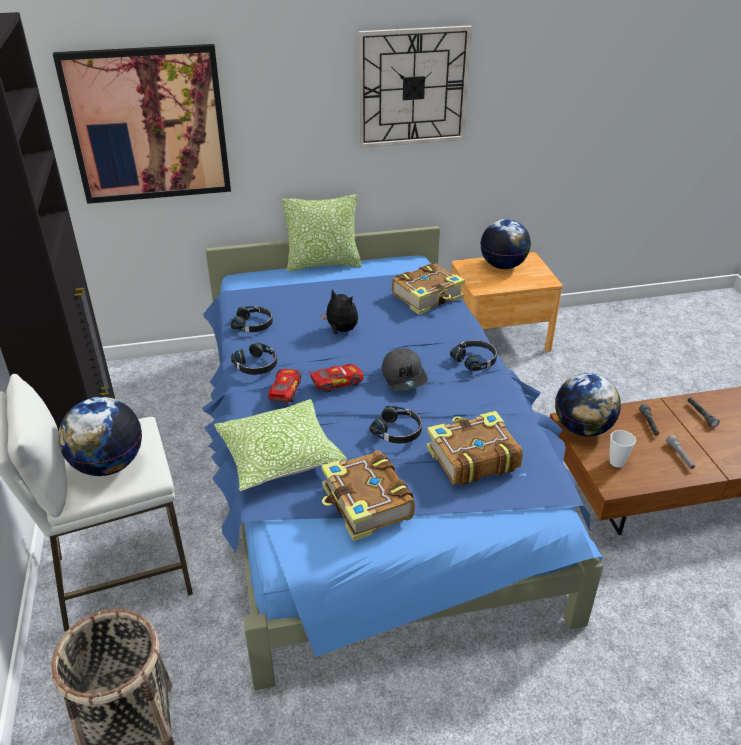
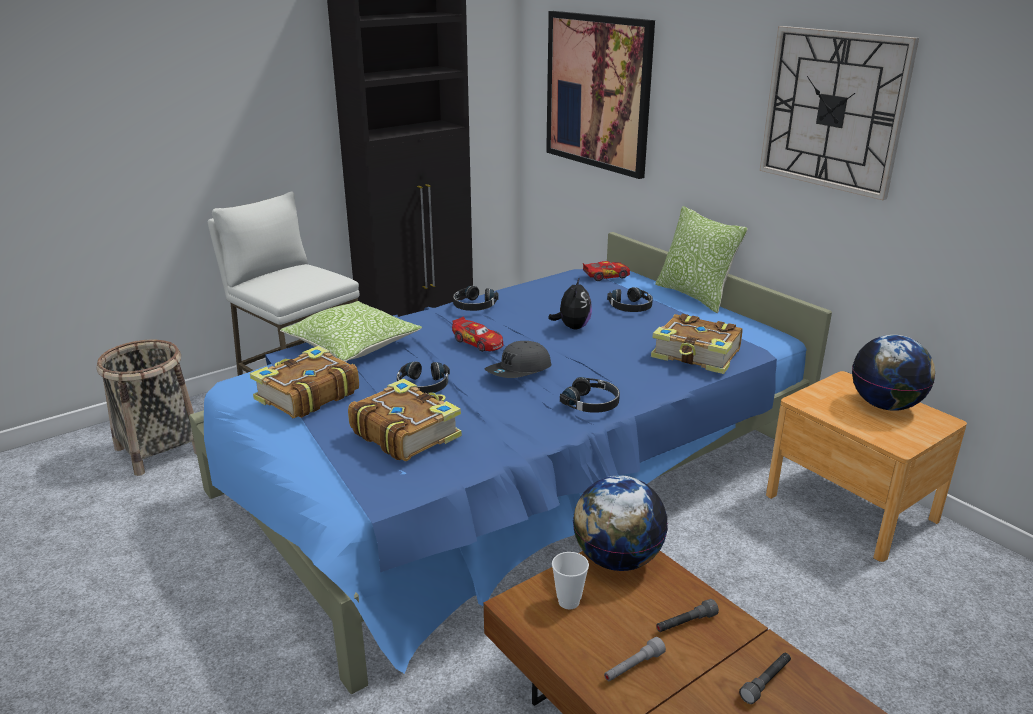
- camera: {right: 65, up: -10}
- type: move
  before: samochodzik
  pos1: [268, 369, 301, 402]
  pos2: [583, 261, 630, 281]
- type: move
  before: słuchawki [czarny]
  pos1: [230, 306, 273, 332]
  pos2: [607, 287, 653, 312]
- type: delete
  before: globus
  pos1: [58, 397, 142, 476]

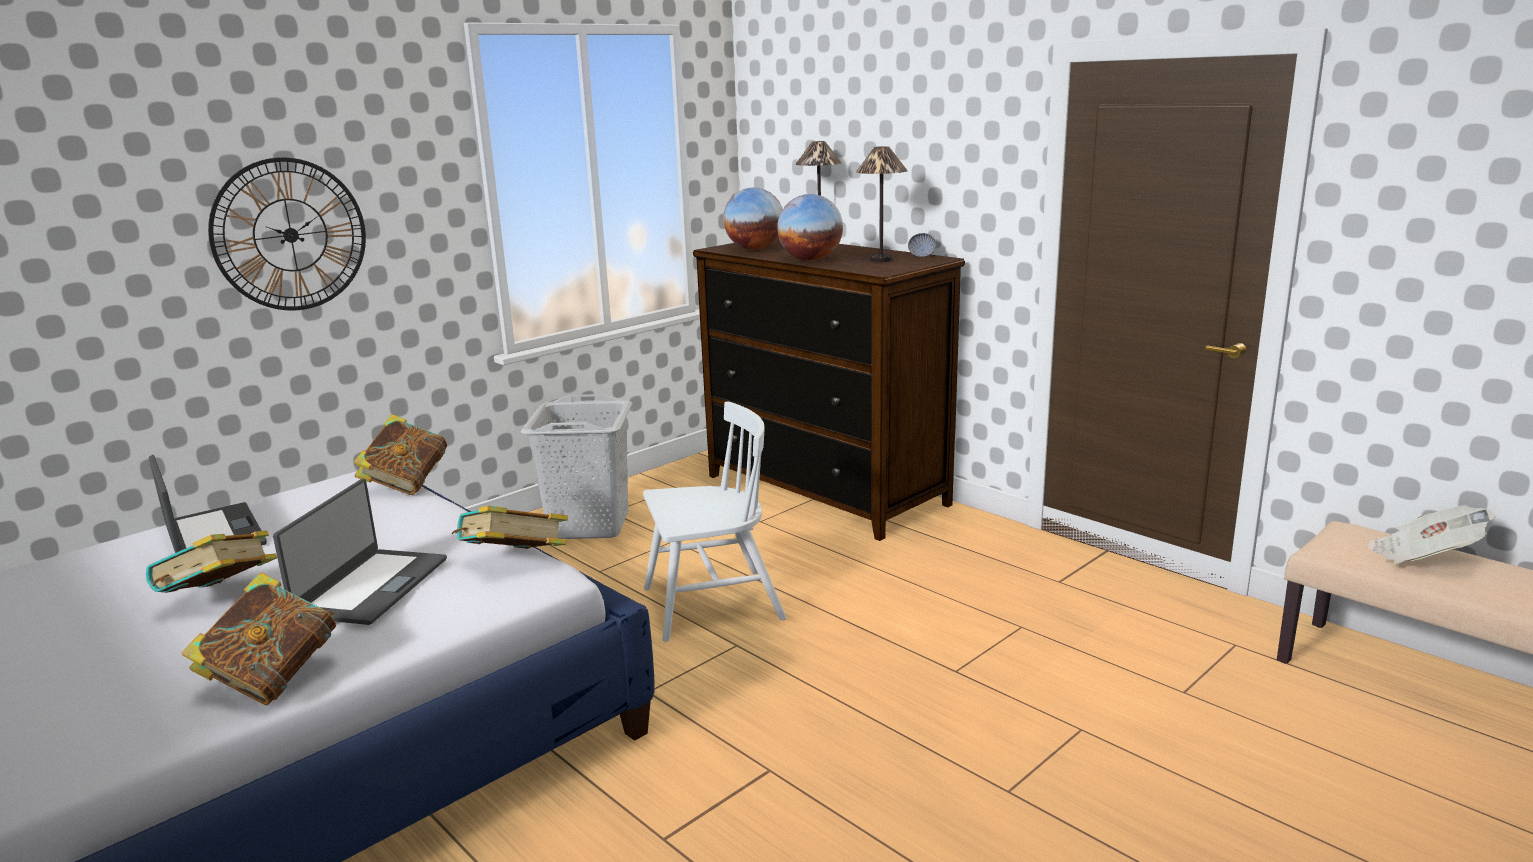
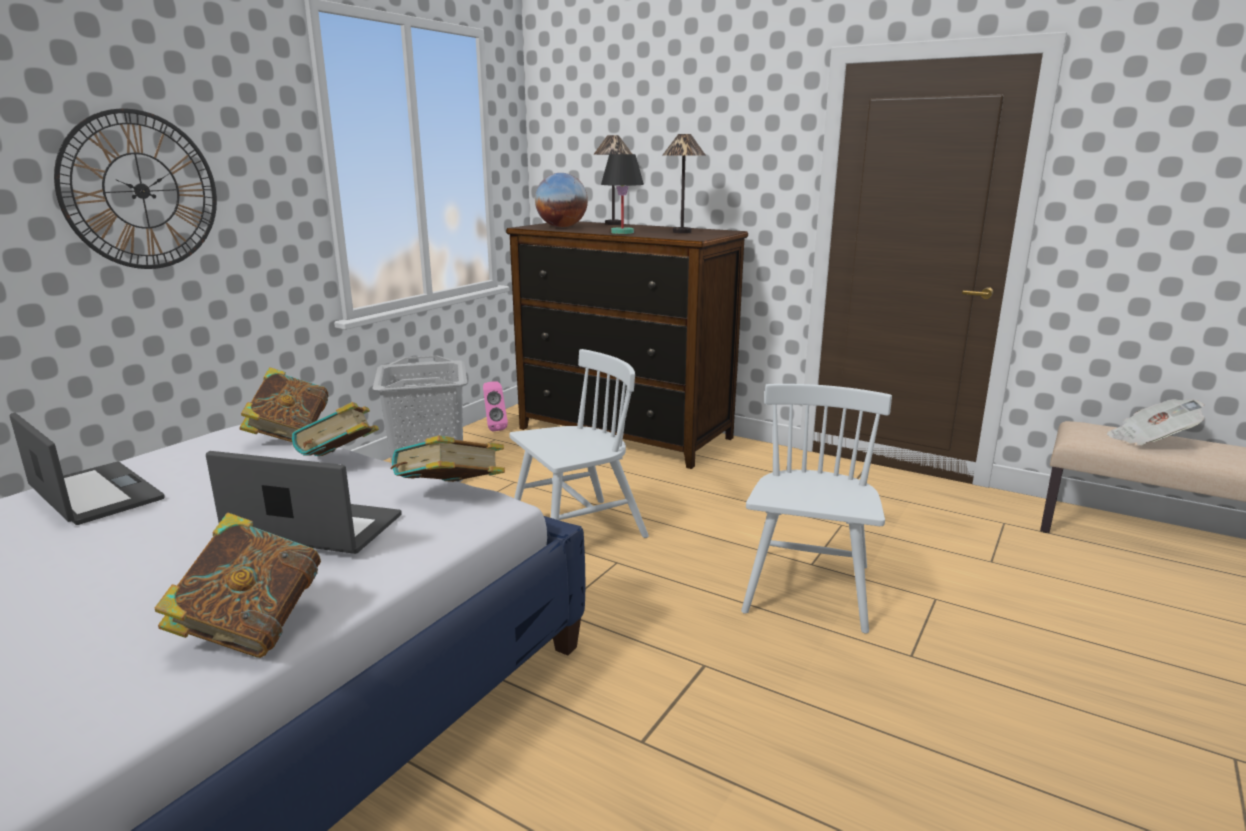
- camera: {right: -15, up: 0}
- type: rotate
  before: laptop
  pos1: [273, 479, 447, 625]
  pos2: [206, 451, 401, 554]
  turn: -75
- type: move
  before: książka
  pos1: [146, 531, 277, 593]
  pos2: [292, 402, 379, 456]
- type: insert
  after: głośnik [różowy]
  pos2: [483, 381, 508, 432]
- type: replace
  before: globus
  after: lampa stołowa [czarny]
  pos1: [777, 194, 843, 261]
  pos2: [601, 154, 644, 234]
- type: insert
  after: krzesło [biały]
  pos2: [741, 384, 892, 634]
- type: delete
  before: miska
  pos1: [908, 233, 936, 257]

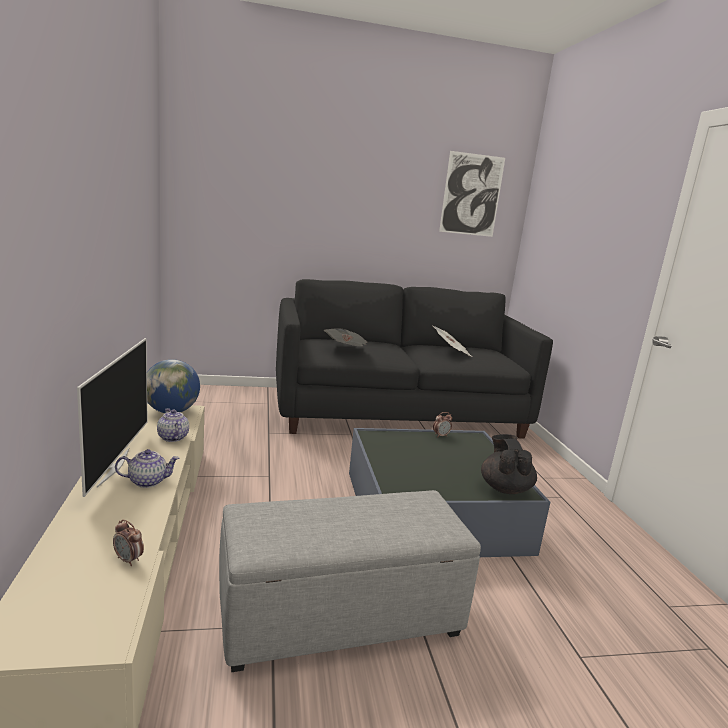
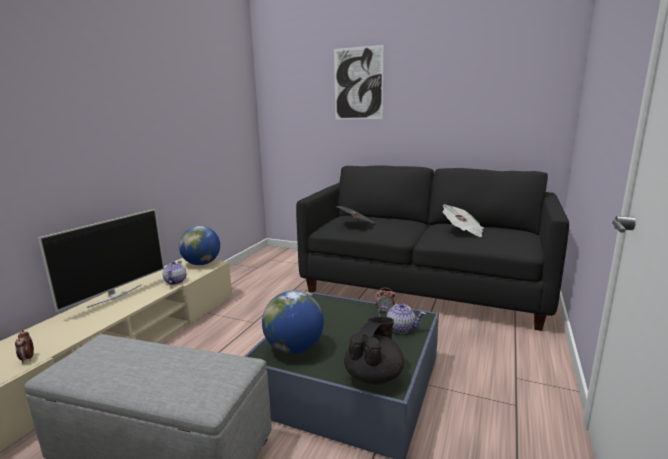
- camera: {right: 35, up: 0}
- type: insert
  after: globus
  pos2: [262, 291, 324, 354]
- type: move
  before: obraz
  pos1: [439, 151, 505, 237]
  pos2: [334, 45, 384, 119]
- type: move
  before: imbryk
  pos1: [115, 449, 180, 488]
  pos2: [378, 303, 426, 334]

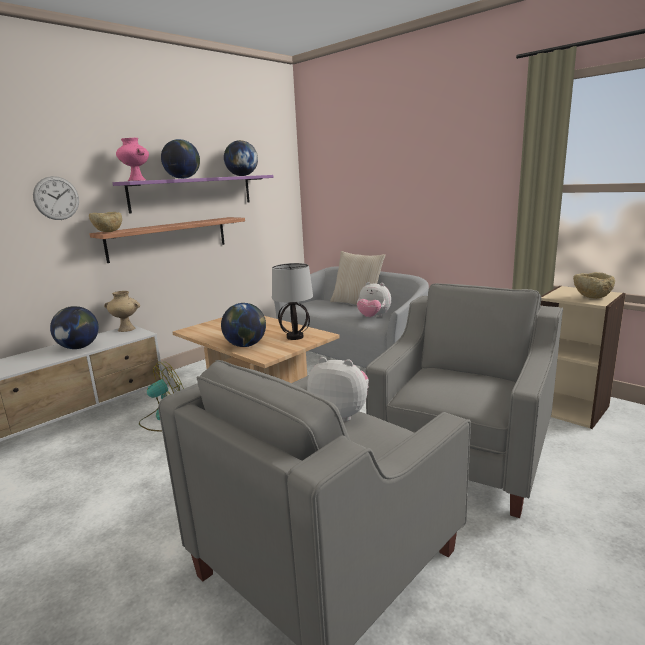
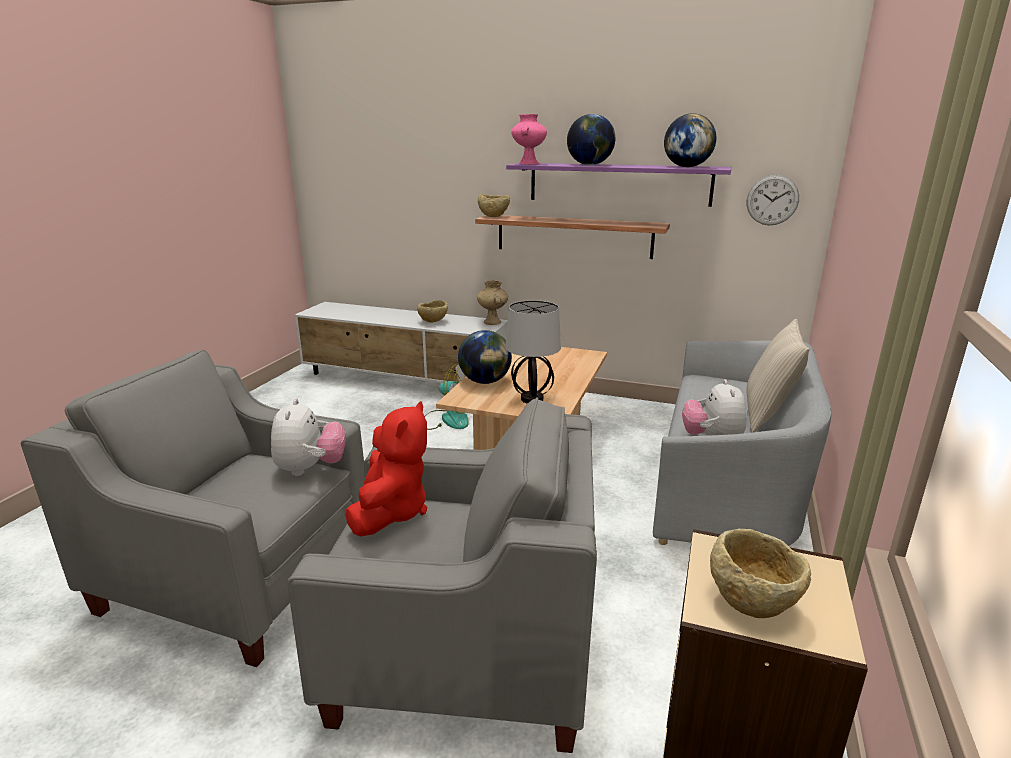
- camera: {right: 65, up: 5}
- type: insert
  after: pluszak [czerwony]
  pos2: [345, 401, 427, 537]
- type: replace
  before: globus
  after: miska [beżowy]
  pos1: [50, 306, 99, 349]
  pos2: [417, 300, 448, 323]
- type: move
  before: zegar ścienny
  pos1: [33, 176, 79, 220]
  pos2: [747, 175, 799, 225]

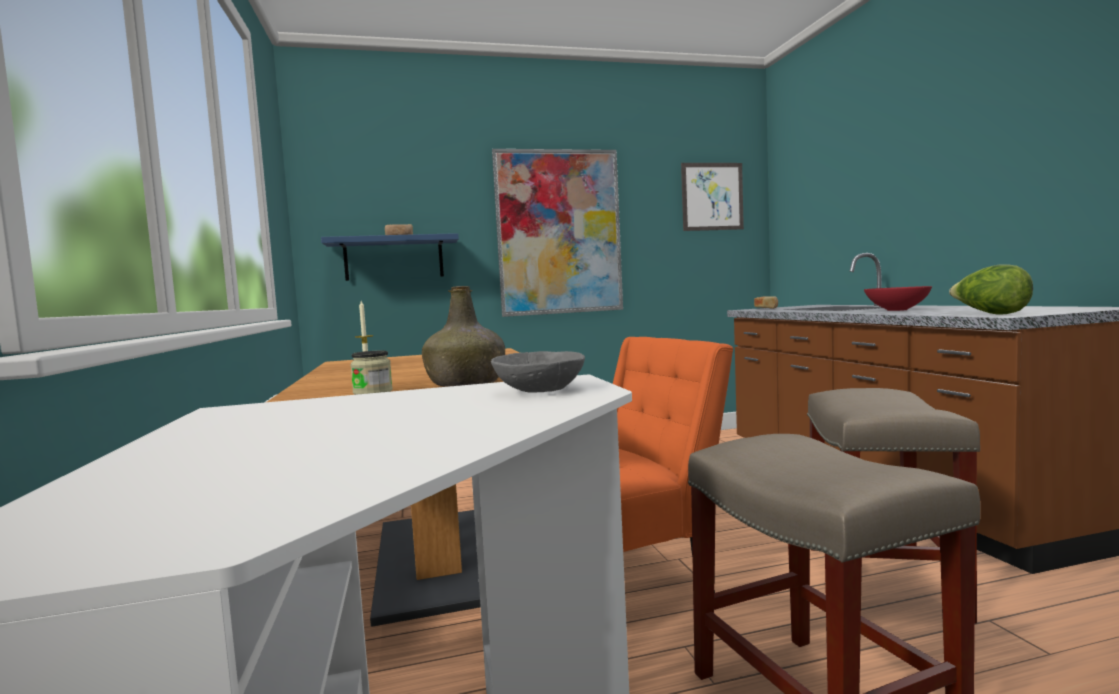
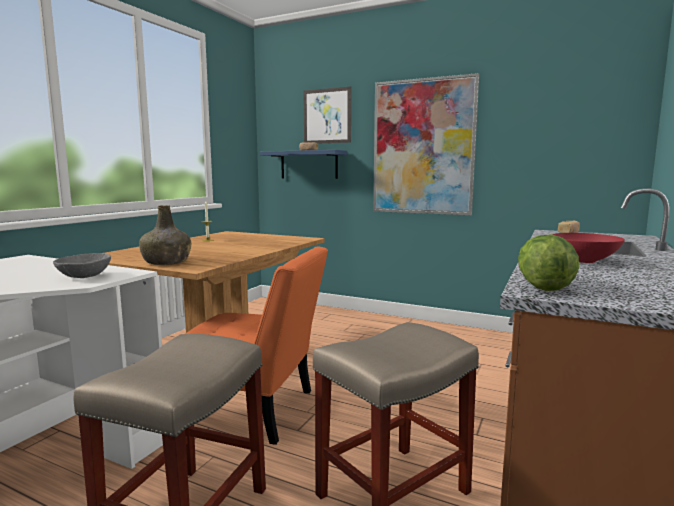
- camera: {right: 40, up: 5}
- type: move
  before: obraz
  pos1: [681, 163, 744, 231]
  pos2: [303, 86, 351, 143]
- type: delete
  before: słoik
  pos1: [350, 351, 393, 395]

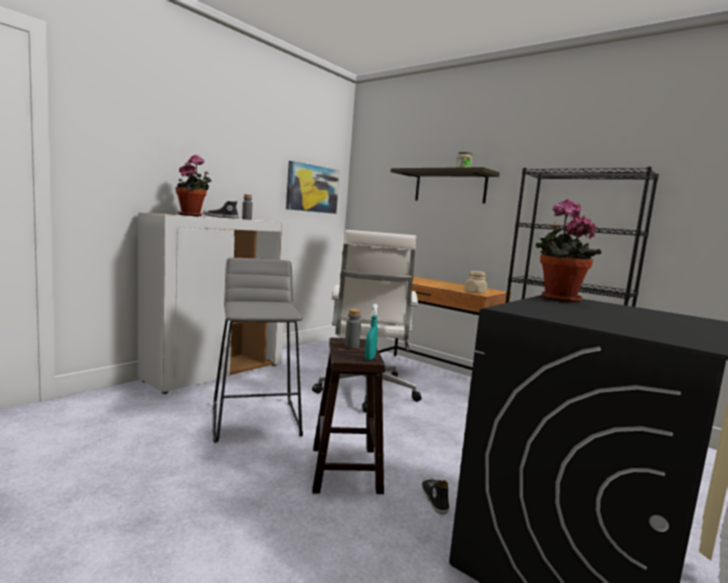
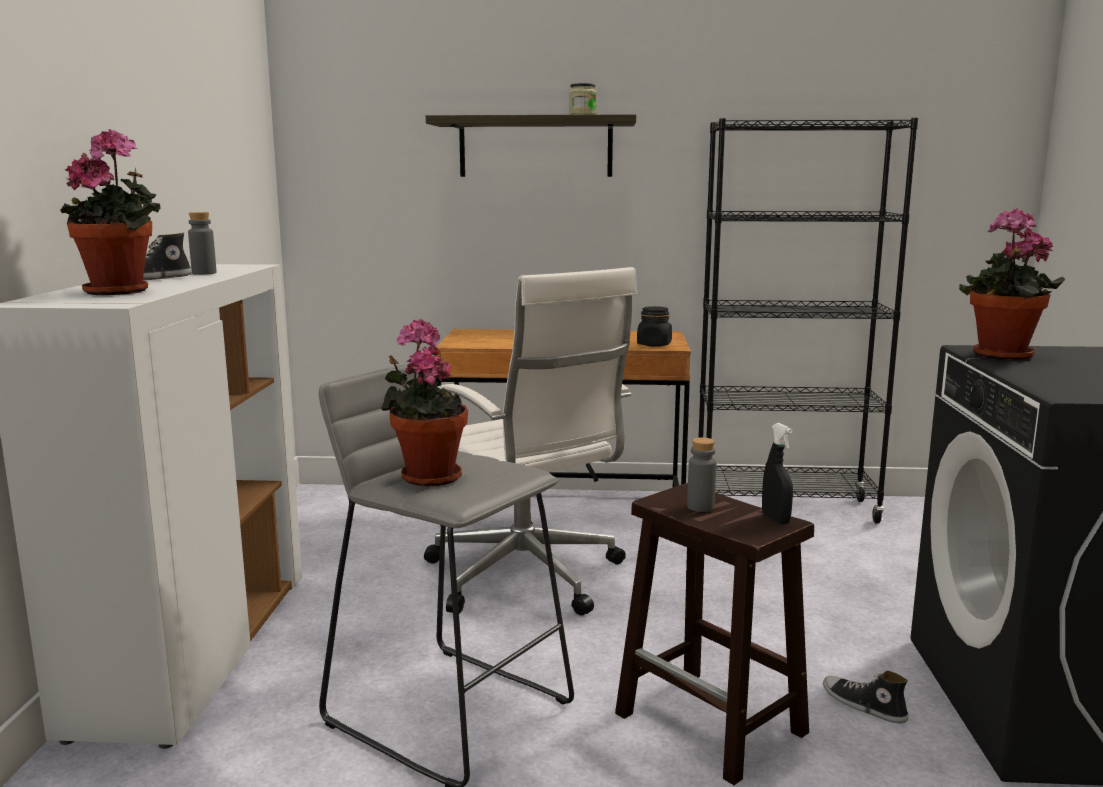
- camera: {right: -35, up: 5}
- type: insert
  after: roślina doniczkowa
  pos2: [381, 319, 468, 487]
- type: recolor
  before: słoik [beżowy]
  after: słoik [czarny]
  pos1: [465, 271, 487, 293]
  pos2: [637, 306, 672, 347]
- type: recolor
  before: spryskiwacz [turkusowy]
  after: spryskiwacz [czarny]
  pos1: [365, 304, 378, 360]
  pos2: [762, 423, 793, 524]
- type: delete
  before: obraz
  pos1: [286, 161, 339, 214]

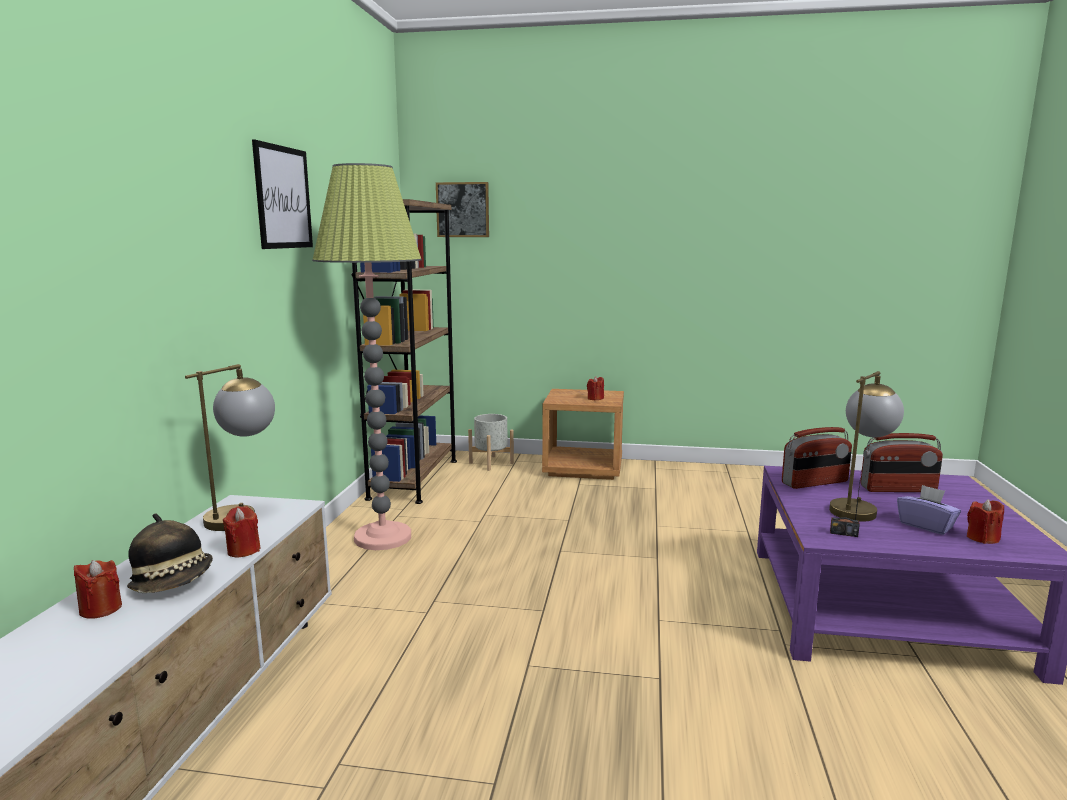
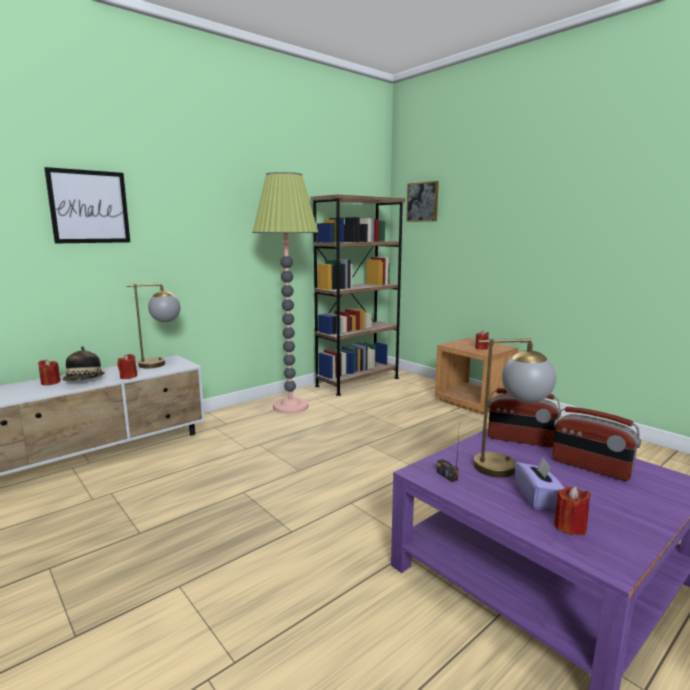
- camera: {right: 40, up: 0}
- type: move
  before: obraz
  pos1: [252, 140, 313, 249]
  pos2: [44, 167, 130, 243]
- type: delete
  before: donica [szary]
  pos1: [468, 414, 514, 471]

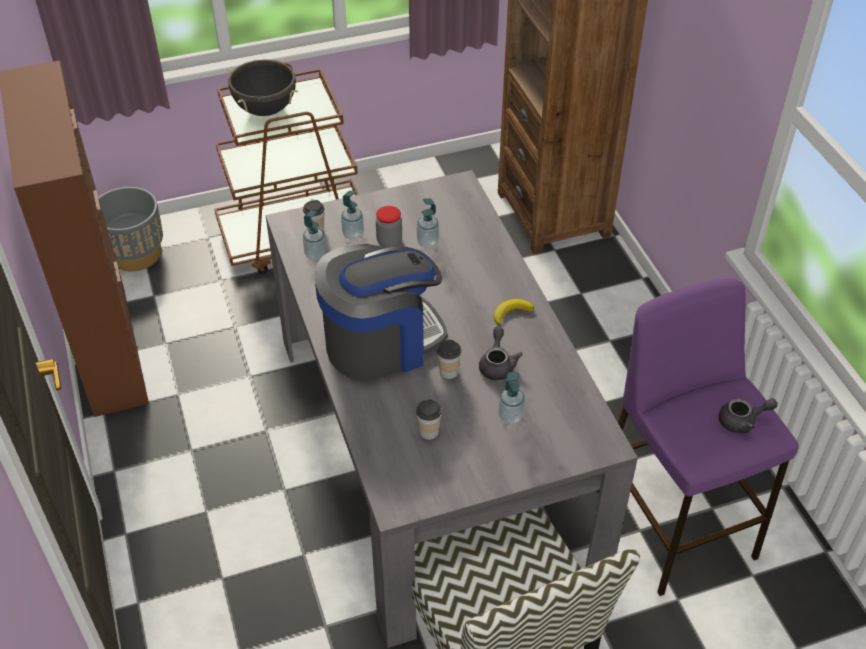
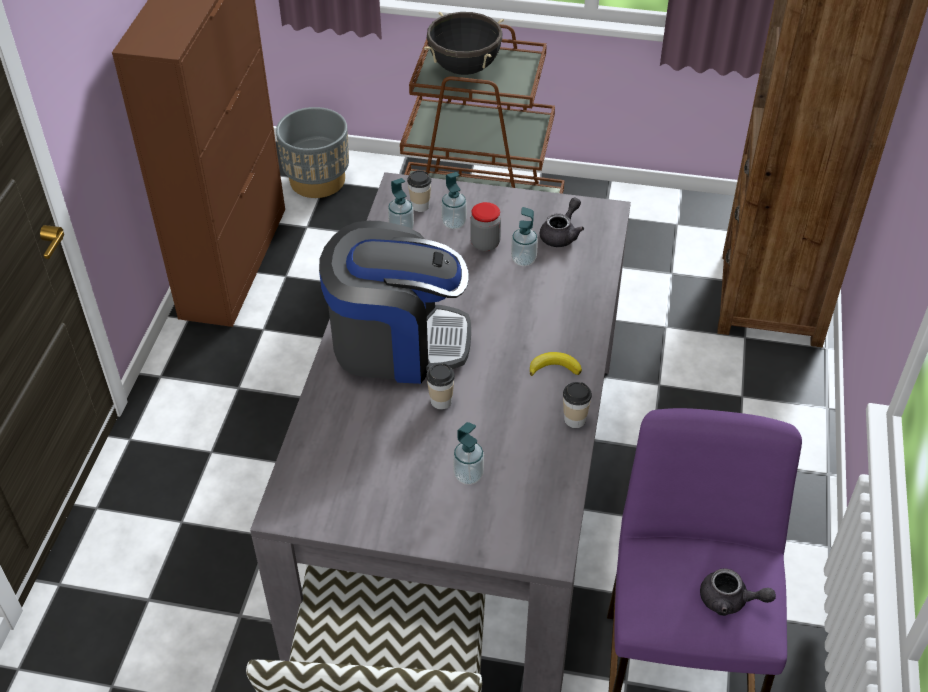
- camera: {right: 30, up: 0}
- type: move
  before: imbryk [szary]
  pos1: [479, 327, 523, 380]
  pos2: [540, 197, 584, 247]
- type: move
  before: filiżanka
  pos1: [416, 399, 442, 440]
  pos2: [563, 382, 592, 428]

